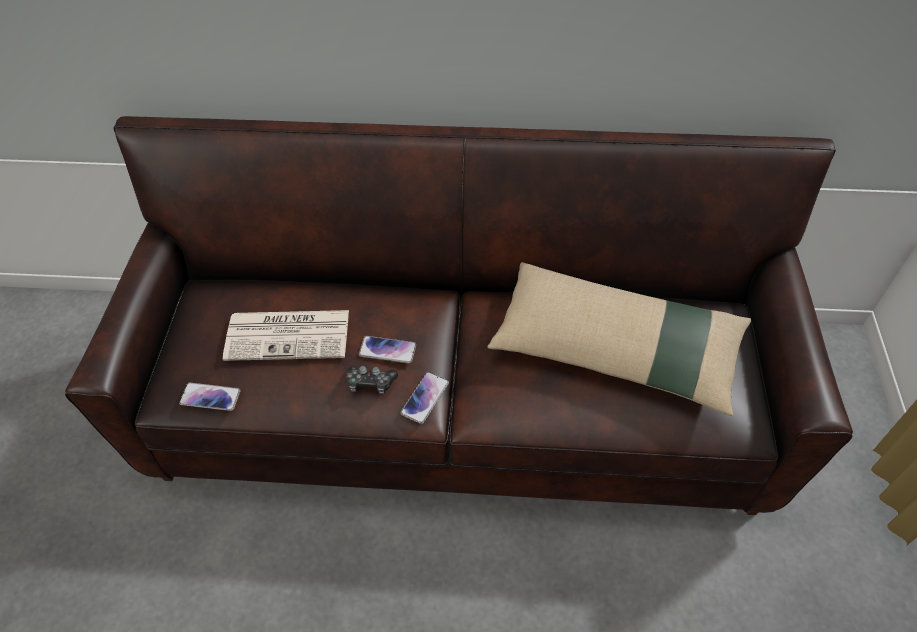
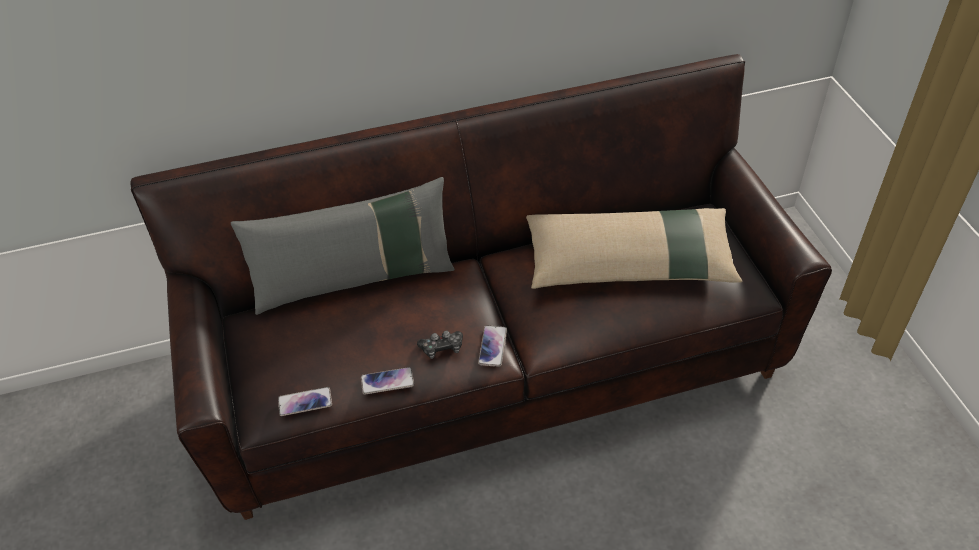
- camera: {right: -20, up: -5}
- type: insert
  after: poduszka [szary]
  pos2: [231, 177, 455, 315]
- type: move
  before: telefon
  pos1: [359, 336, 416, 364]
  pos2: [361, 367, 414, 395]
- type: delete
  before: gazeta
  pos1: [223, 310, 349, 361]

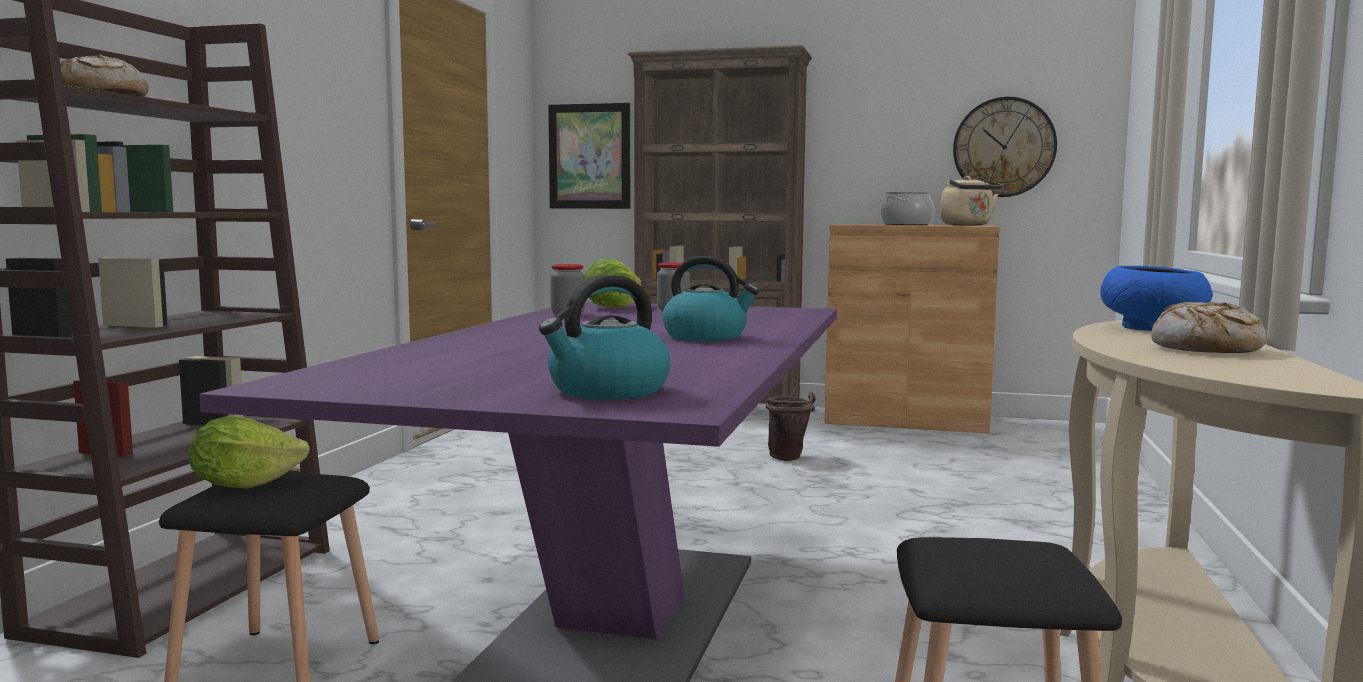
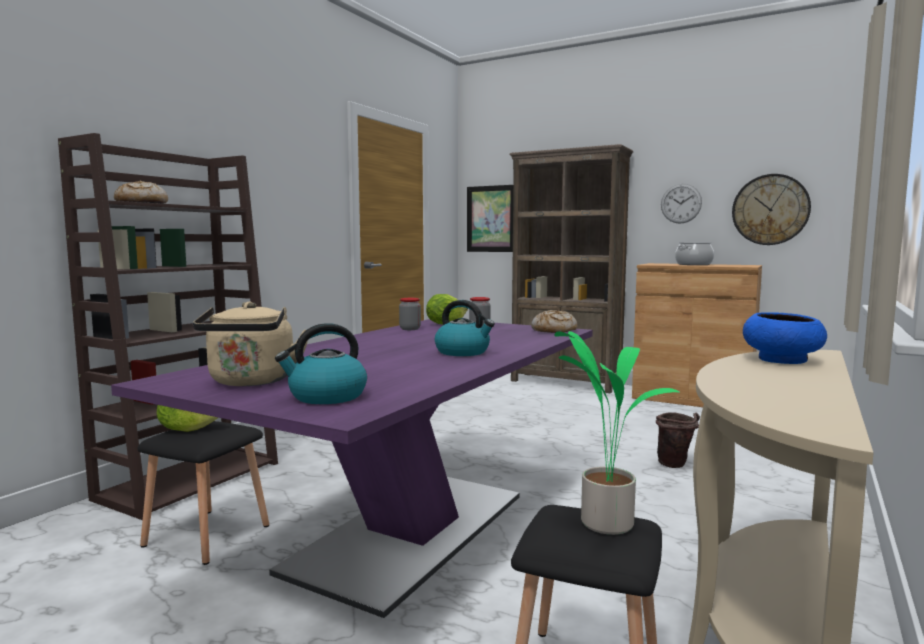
- camera: {right: 15, up: 0}
- type: move
  before: czajnik [beżowy]
  pos1: [940, 176, 1003, 225]
  pos2: [193, 302, 308, 386]
- type: move
  before: chleb
  pos1: [1151, 301, 1266, 353]
  pos2: [531, 310, 578, 333]
- type: insert
  after: roślina doniczkowa
  pos2: [554, 331, 680, 535]
- type: move
  before: wiadro [brązowy]
  pos1: [766, 392, 816, 461]
  pos2: [656, 412, 700, 468]
- type: insert
  after: zegar ścienny
  pos2: [661, 184, 702, 224]

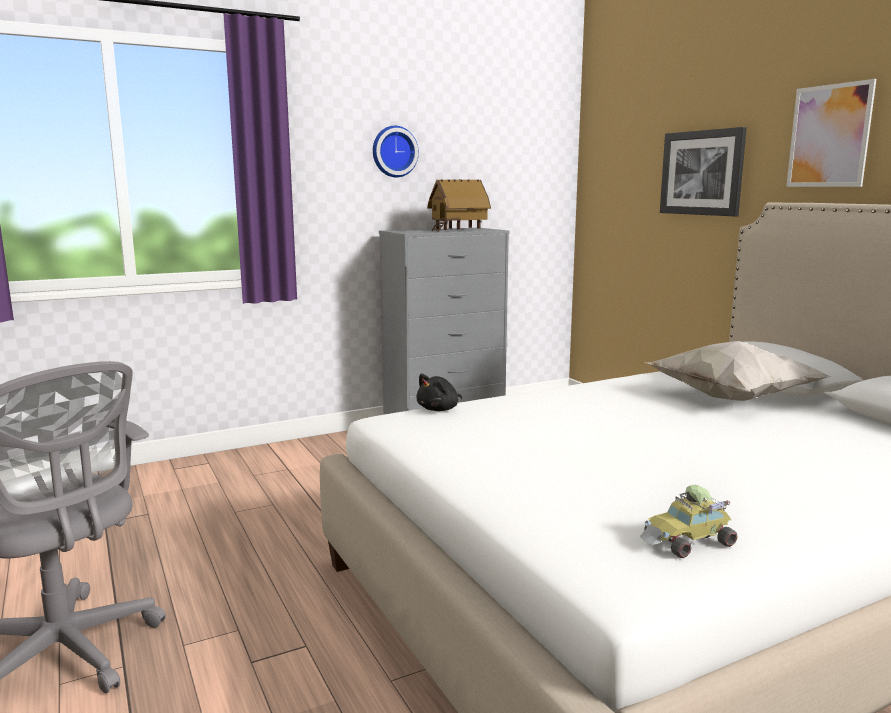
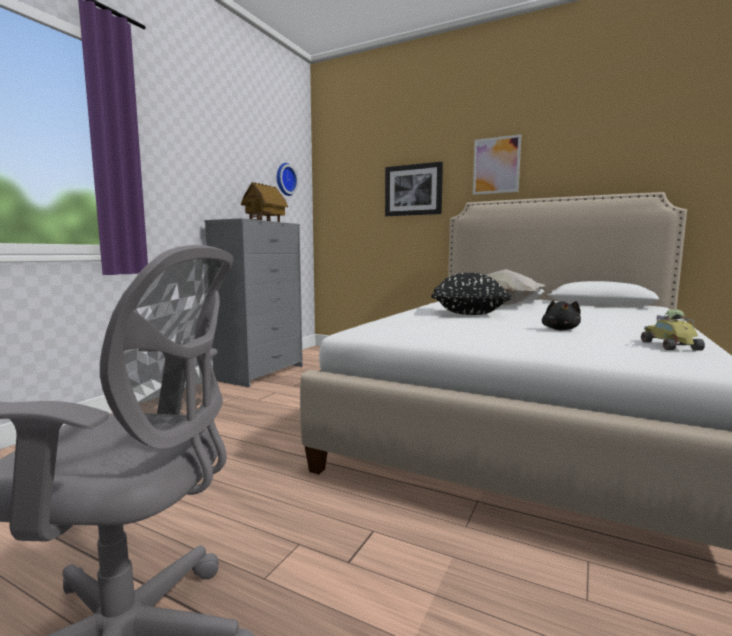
- camera: {right: -35, up: -5}
- type: move
  before: zegar ścienny
  pos1: [373, 126, 419, 177]
  pos2: [277, 163, 298, 196]
- type: insert
  after: poduszka [czarny]
  pos2: [431, 273, 512, 315]
- type: move
  before: pluszak [czarny]
  pos1: [416, 374, 462, 411]
  pos2: [542, 300, 581, 330]
- type: rotate
  before: samochodzik
  pos1: [640, 485, 737, 558]
  pos2: [641, 309, 705, 351]
  turn: 150

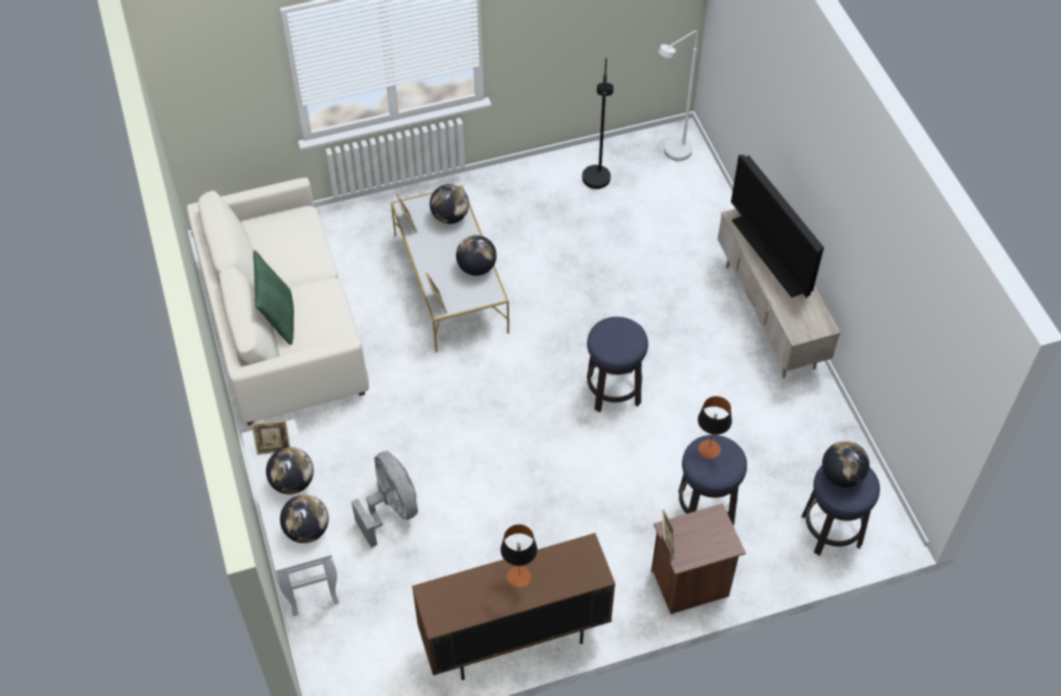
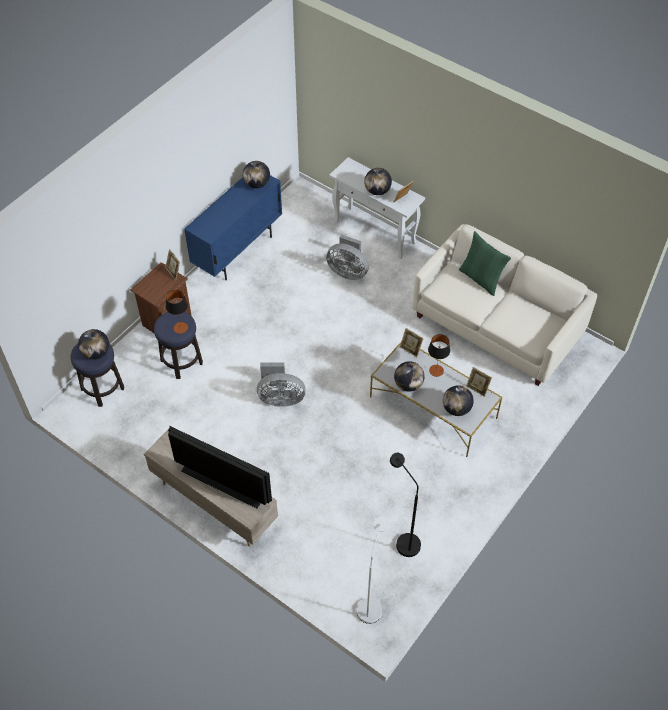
- camera: {right: 145, up: 0}
- type: recolor
  before: szafka [brązowy]
  after: szafka [niebieski]
  pos1: [412, 533, 615, 680]
  pos2: [184, 175, 282, 280]
- type: move
  before: globus
  pos1: [280, 495, 329, 543]
  pos2: [243, 161, 270, 188]
- type: replace
  before: stołek
  after: wentylator [szary]
  pos1: [587, 317, 648, 412]
  pos2: [257, 363, 306, 407]
- type: move
  before: lampa stołowa
  pos1: [501, 524, 537, 587]
  pos2: [428, 334, 450, 377]

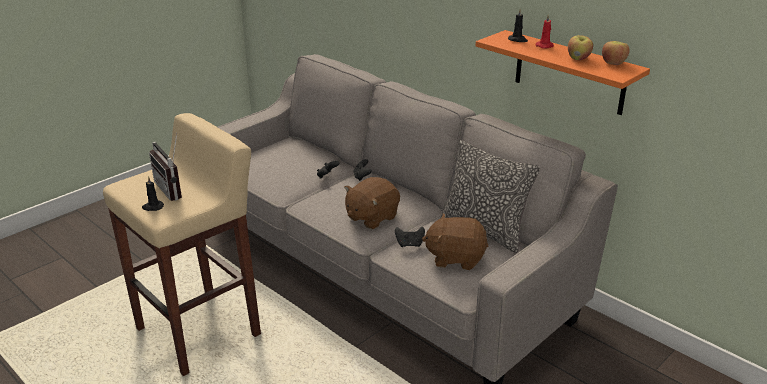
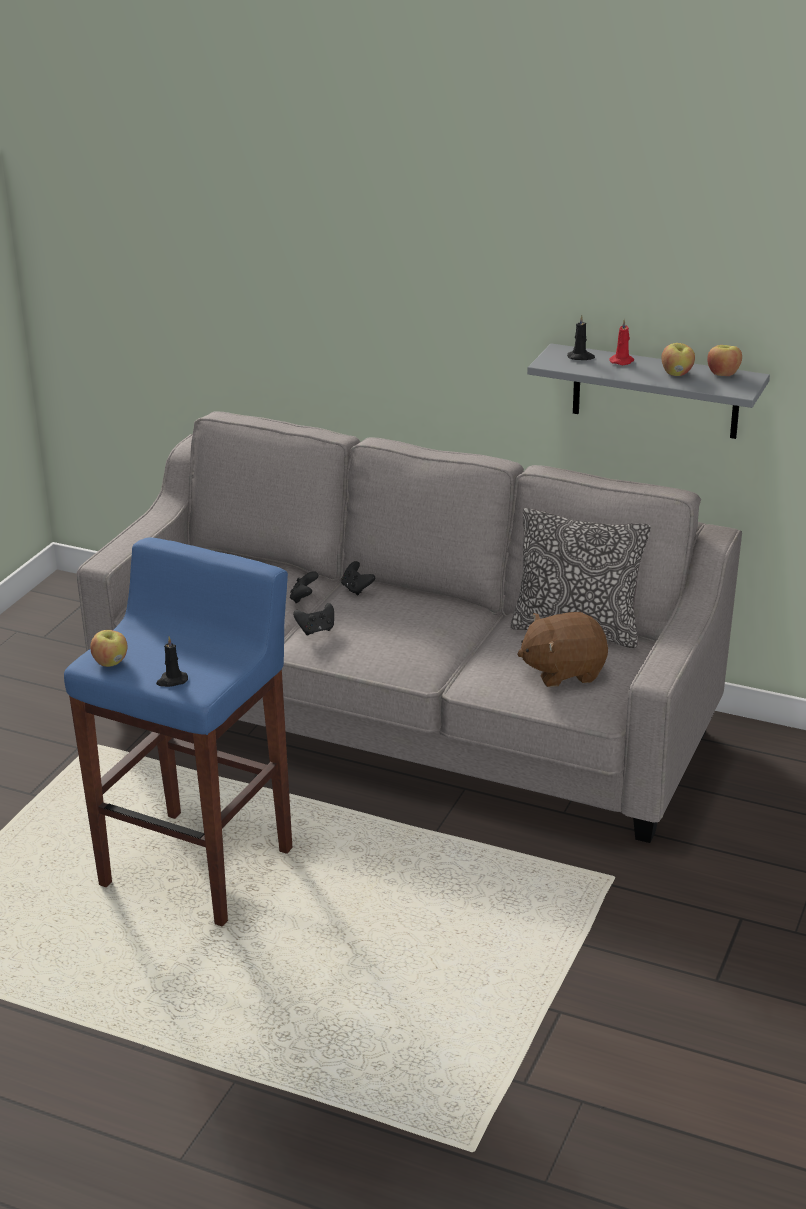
- camera: {right: -20, up: 0}
- type: recolor
  before: stołek [beżowy]
  after: stołek [niebieski]
  pos1: [103, 113, 261, 376]
  pos2: [64, 538, 292, 927]
- type: insert
  after: jabłko
  pos2: [90, 630, 127, 667]
- type: move
  before: pad do gier [czarny]
  pos1: [395, 227, 425, 247]
  pos2: [293, 603, 334, 636]
- type: recolor
  before: półka [pomarańczowy]
  after: półka [szary]
  pos1: [475, 30, 650, 115]
  pos2: [527, 343, 770, 439]
- type: delete
  before: radio
  pos1: [149, 133, 182, 201]
- type: delete
  before: pluszak [brązowy]
  pos1: [344, 177, 400, 229]

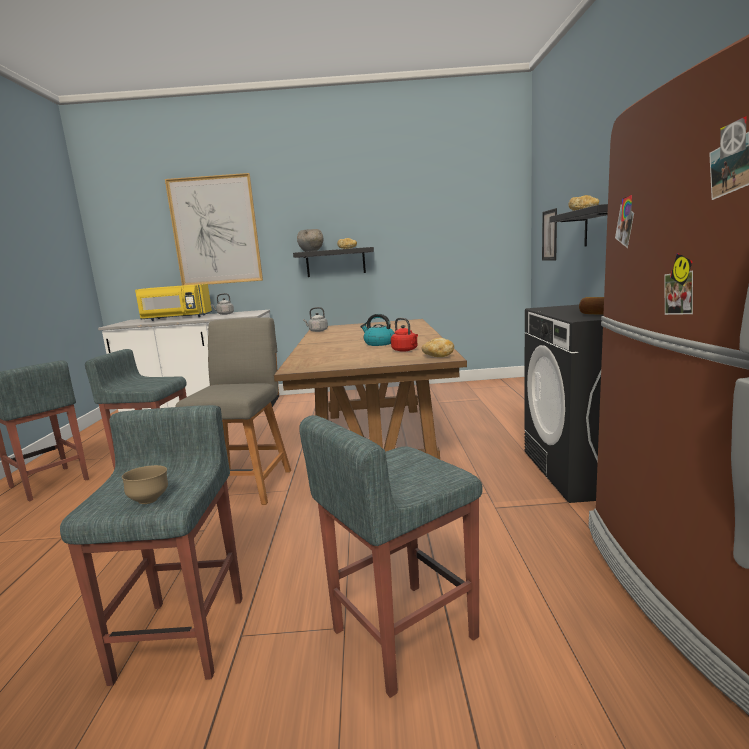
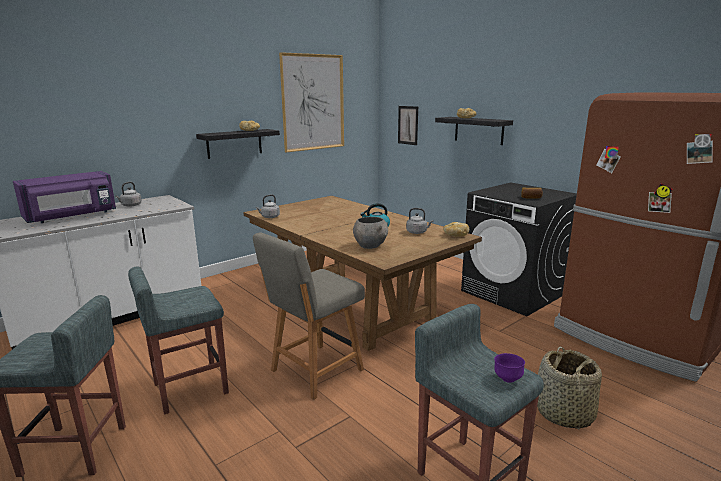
- camera: {right: -40, up: 5}
- type: recolor
  before: mikrofalówka [żółty]
  after: mikrofalówka [fioletowy]
  pos1: [135, 284, 212, 321]
  pos2: [13, 171, 116, 223]
- type: rotate
  before: krzesło [szary]
  pos1: [175, 317, 291, 505]
  pos2: [253, 232, 365, 400]
  turn: -105
- type: move
  before: obraz
  pos1: [165, 173, 263, 285]
  pos2: [279, 52, 344, 152]
- type: move
  before: miska [szary]
  pos1: [297, 229, 323, 252]
  pos2: [353, 217, 388, 249]
- type: recolor
  before: czajnik [czerwony]
  after: czajnik [szary]
  pos1: [391, 318, 418, 352]
  pos2: [406, 208, 433, 234]
- type: recolor
  before: miska [brązowy]
  after: miska [fioletowy]
  pos1: [122, 465, 168, 504]
  pos2: [494, 353, 525, 383]
- type: replace
  before: stołek [szary]
  after: koszyk
  pos1: [299, 415, 483, 698]
  pos2: [537, 346, 602, 429]

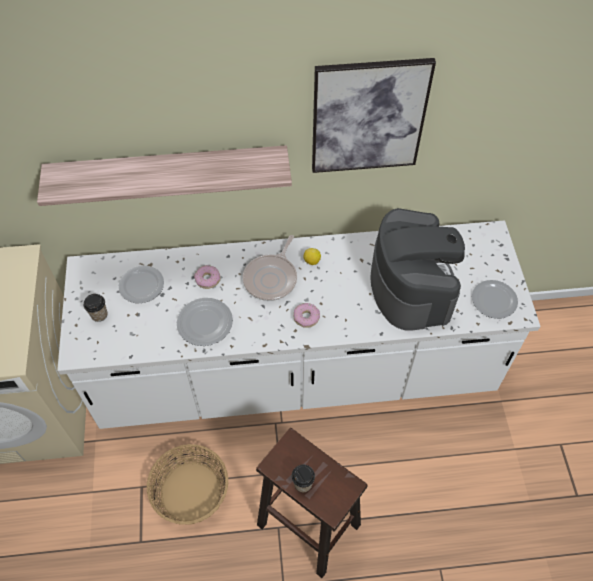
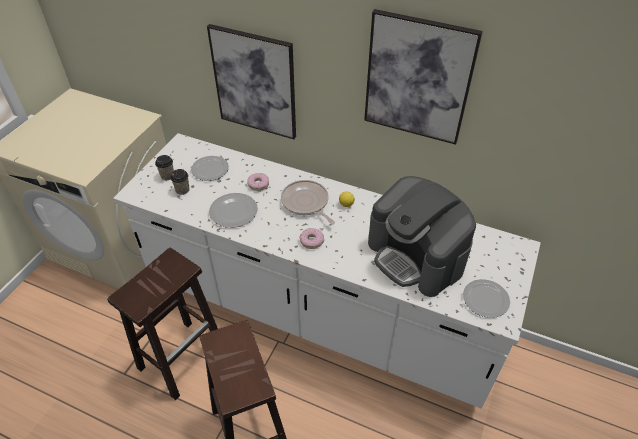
- camera: {right: 30, up: -10}
- type: replace
  before: koszyk
  after: stołek [brązowy]
  pos1: [147, 444, 228, 525]
  pos2: [107, 248, 218, 400]
- type: move
  before: filiżanka
  pos1: [291, 464, 315, 492]
  pos2: [170, 169, 189, 195]
- type: replace
  before: półka
  after: obraz
  pos1: [37, 145, 292, 206]
  pos2: [207, 24, 296, 139]
- type: rotate
  before: patelnia
  pos1: [243, 235, 297, 301]
  pos2: [281, 180, 335, 224]
  turn: 90
- type: rotate
  before: ekspres do kawy
  pos1: [370, 208, 465, 331]
  pos2: [368, 176, 476, 297]
  turn: 120

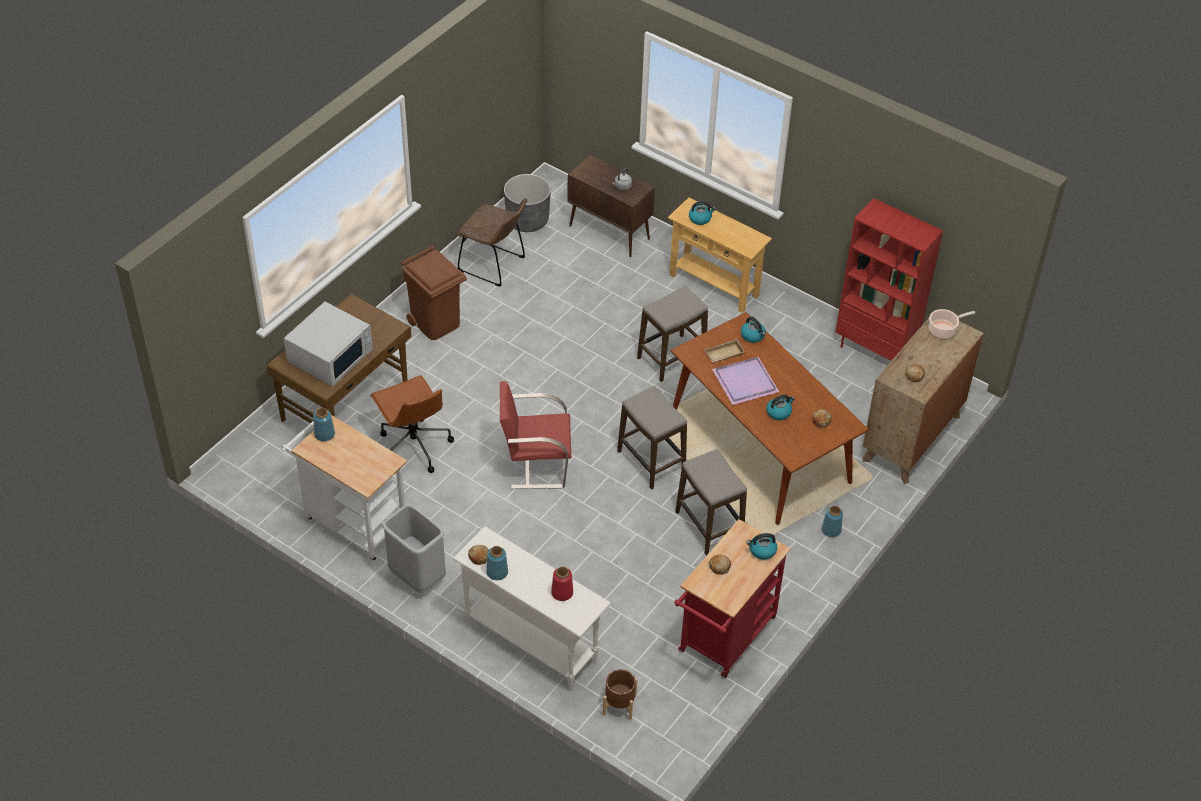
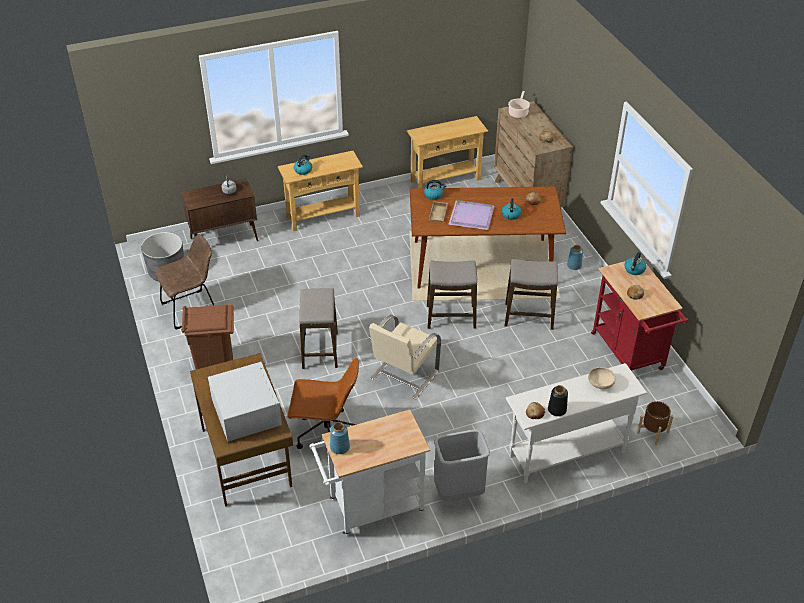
- camera: {right: -55, up: -5}
- type: move
  before: stołek
  pos1: [637, 286, 708, 382]
  pos2: [299, 288, 338, 369]
- type: recolor
  before: krzesło [czerwony]
  after: krzesło [beżowy]
  pos1: [500, 381, 571, 489]
  pos2: [369, 315, 441, 399]
- type: replace
  before: regał [czerwony]
  after: stolik konsolowy [beżowy]
  pos1: [835, 198, 943, 361]
  pos2: [407, 116, 488, 188]
- type: recolor
  before: wazon [niebieski]
  after: wazon [czarny]
  pos1: [486, 546, 508, 580]
  pos2: [548, 385, 568, 416]
- type: replace
  before: wazon [czerwony]
  after: miska [beżowy]
  pos1: [551, 567, 573, 601]
  pos2: [588, 367, 615, 389]

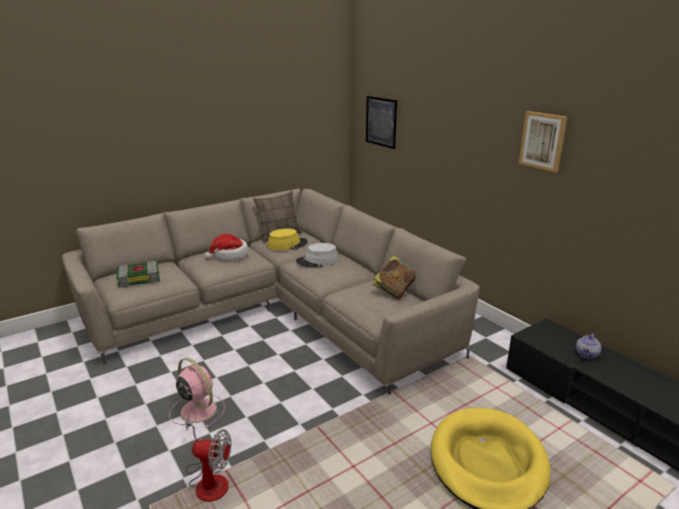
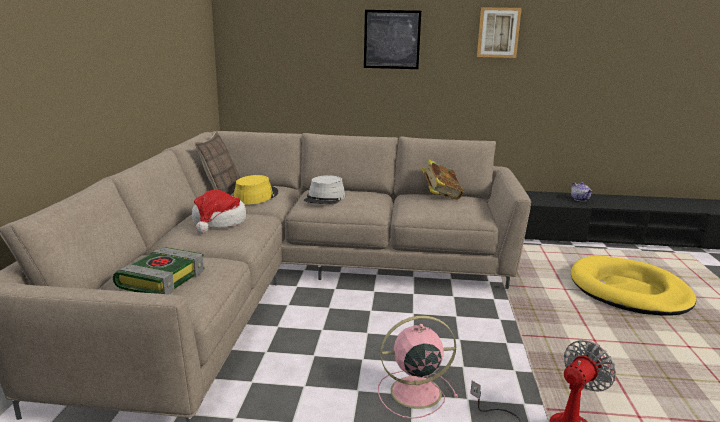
- camera: {right: -50, up: -5}
- type: move
  before: obraz
  pos1: [366, 96, 397, 149]
  pos2: [364, 10, 421, 69]

